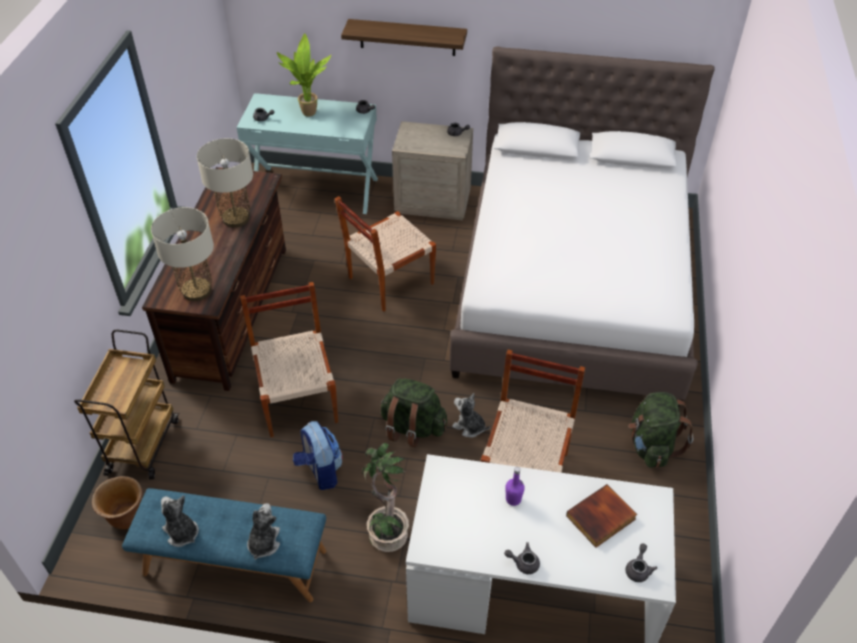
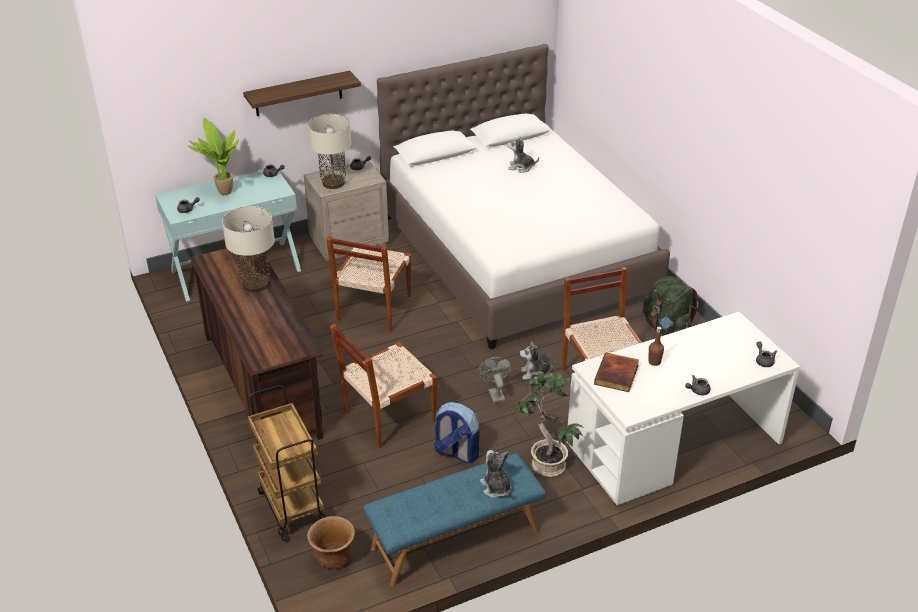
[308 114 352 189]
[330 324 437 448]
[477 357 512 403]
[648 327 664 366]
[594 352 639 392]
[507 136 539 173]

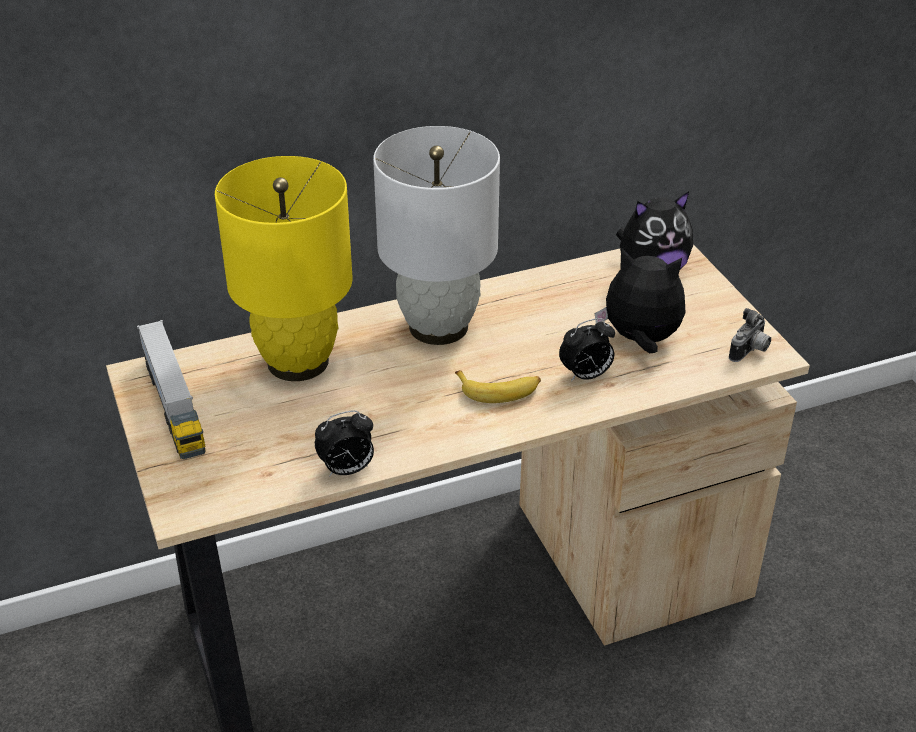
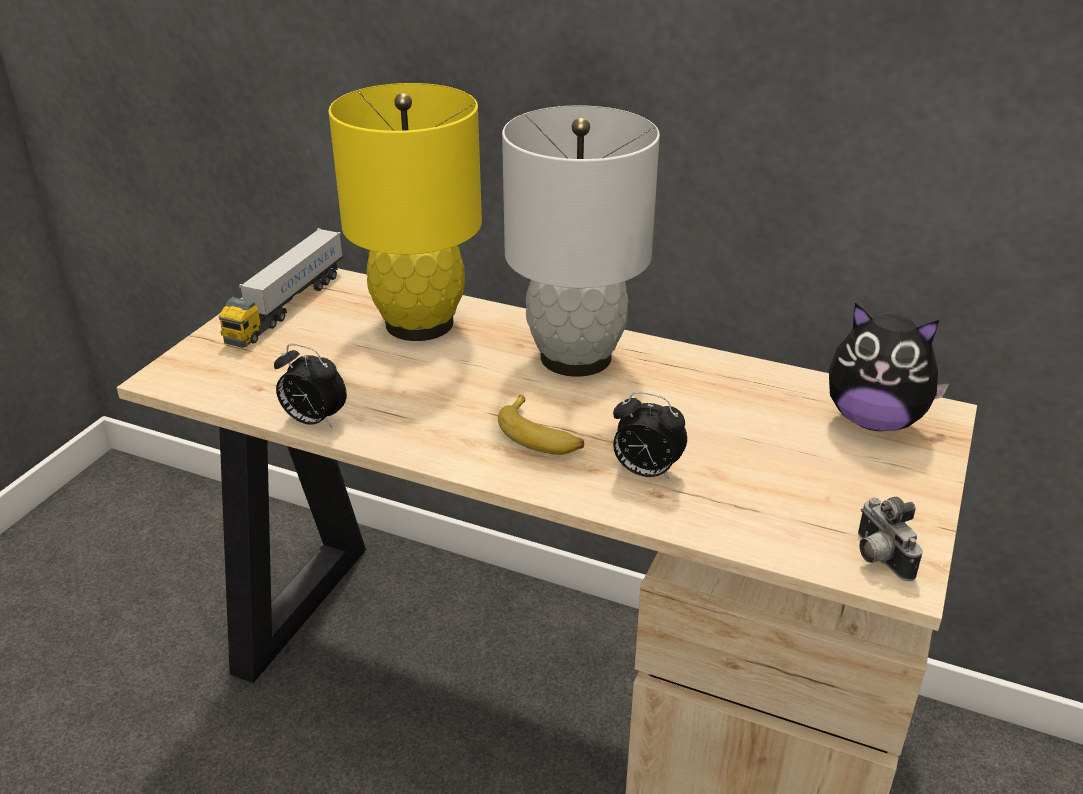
[595 248 686 353] (first image)
[858 497 923 581]

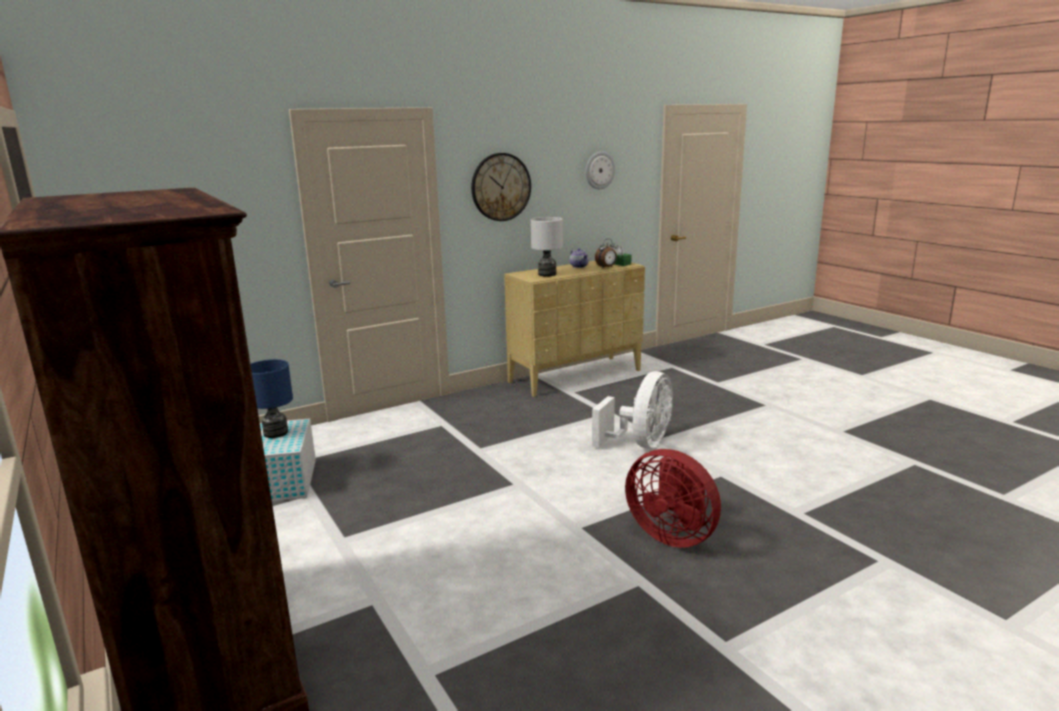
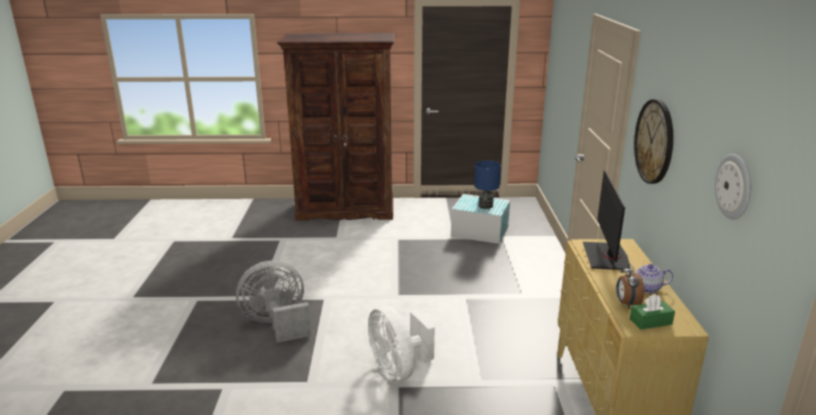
[583 170 631 270]
[236 260 311 343]

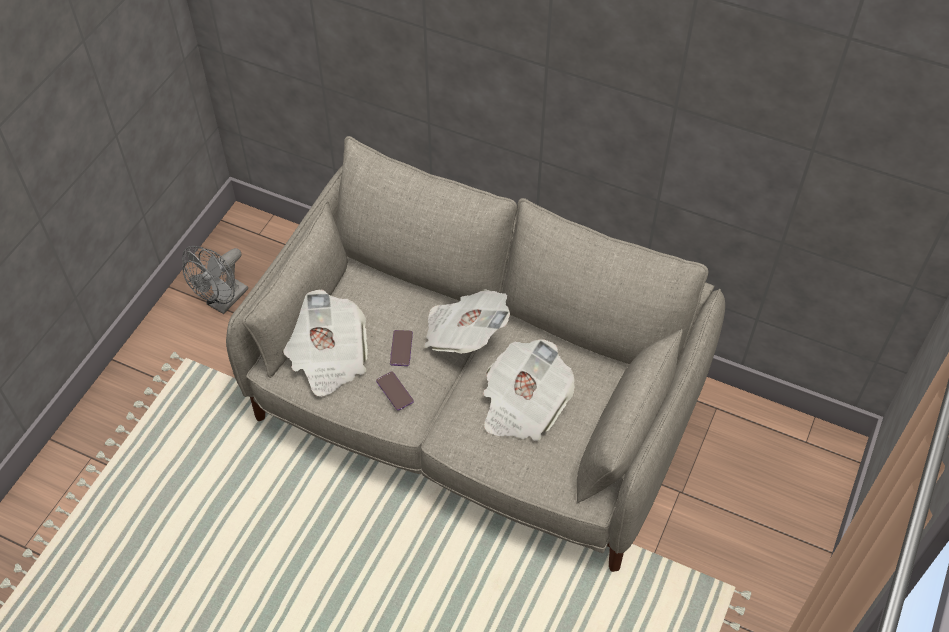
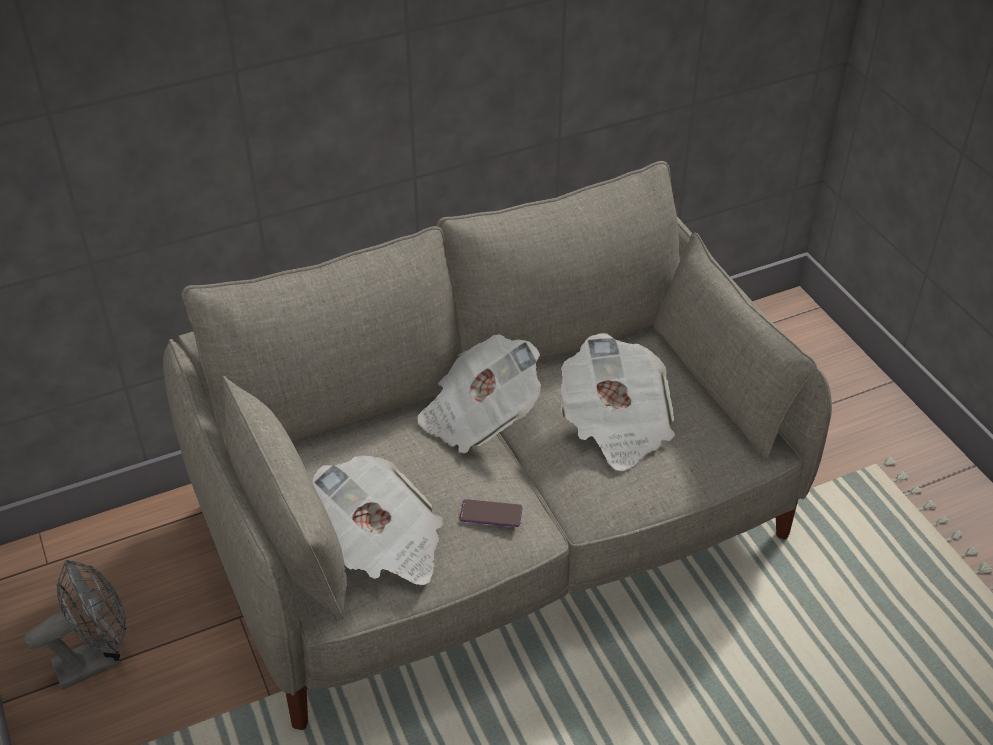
[24 560 127 690]
[390 330 413 366] (first image)

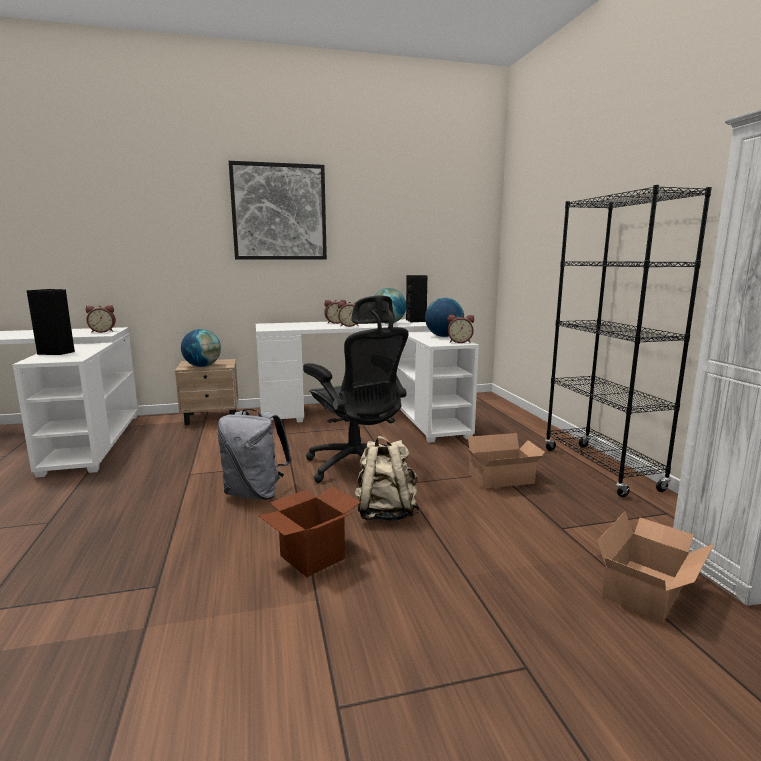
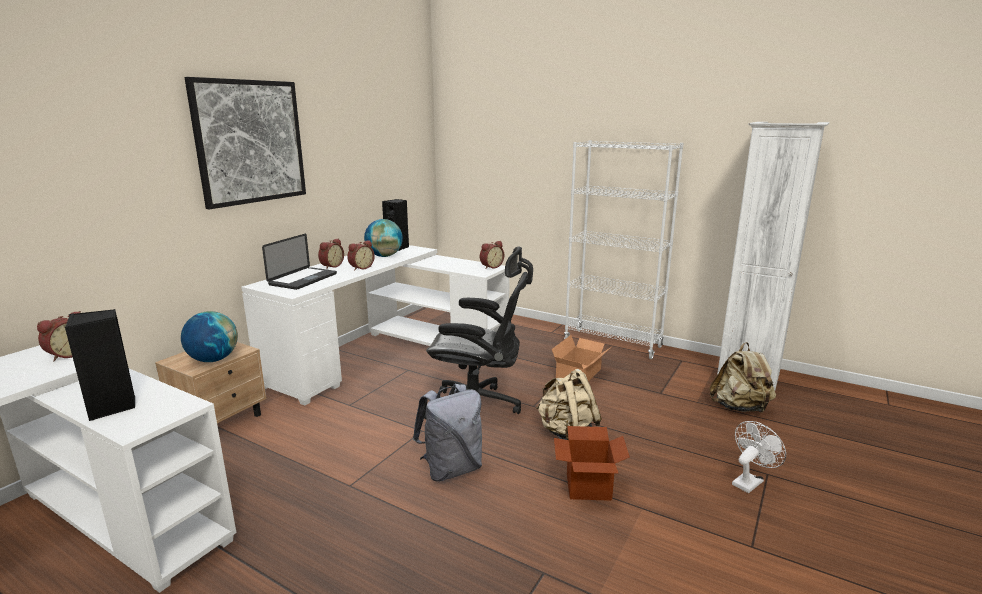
[564 140 684 359]
[425 298 464 337] (first image)
[710 342 776 413]
[262 234 337 290]
[732 421 786 493]

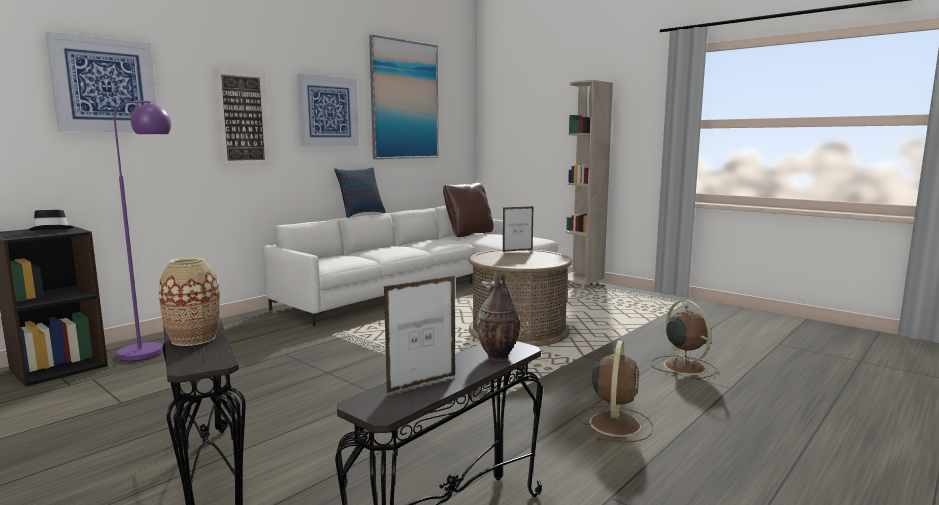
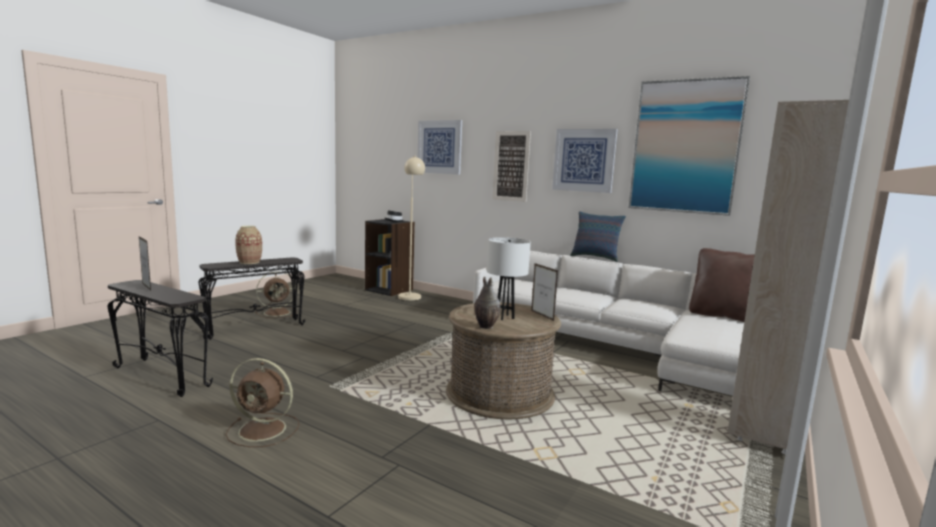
[398 156 425 301]
[474 277 501 329]
[255 271 297 318]
[487 237 531 320]

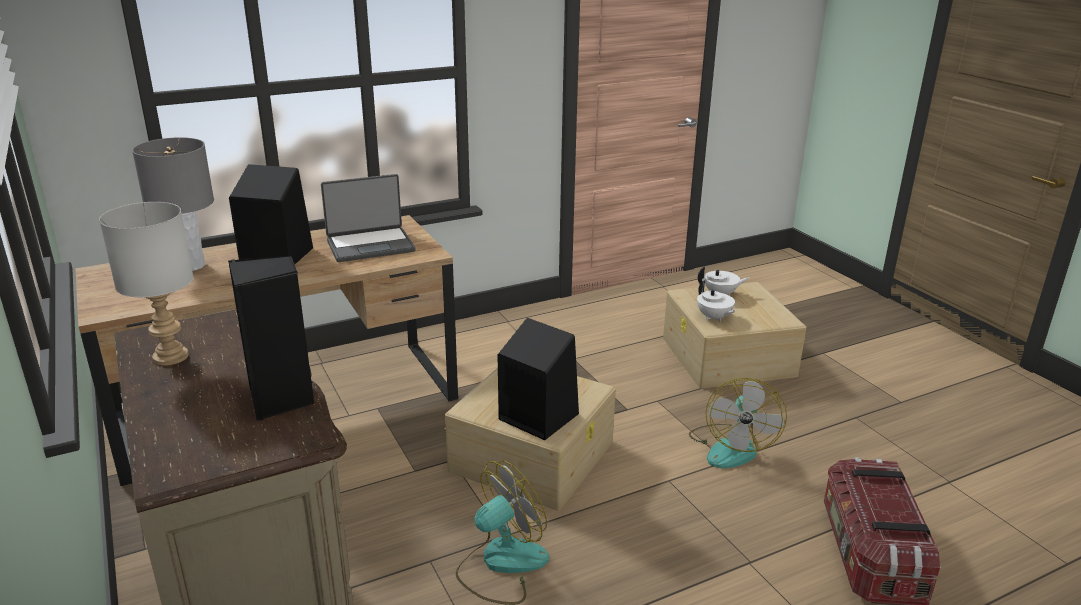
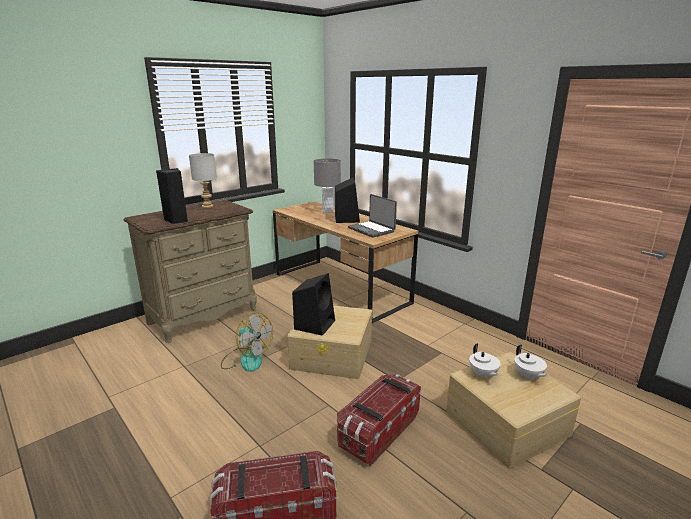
[469 343 501 379]
[337 374 421 466]

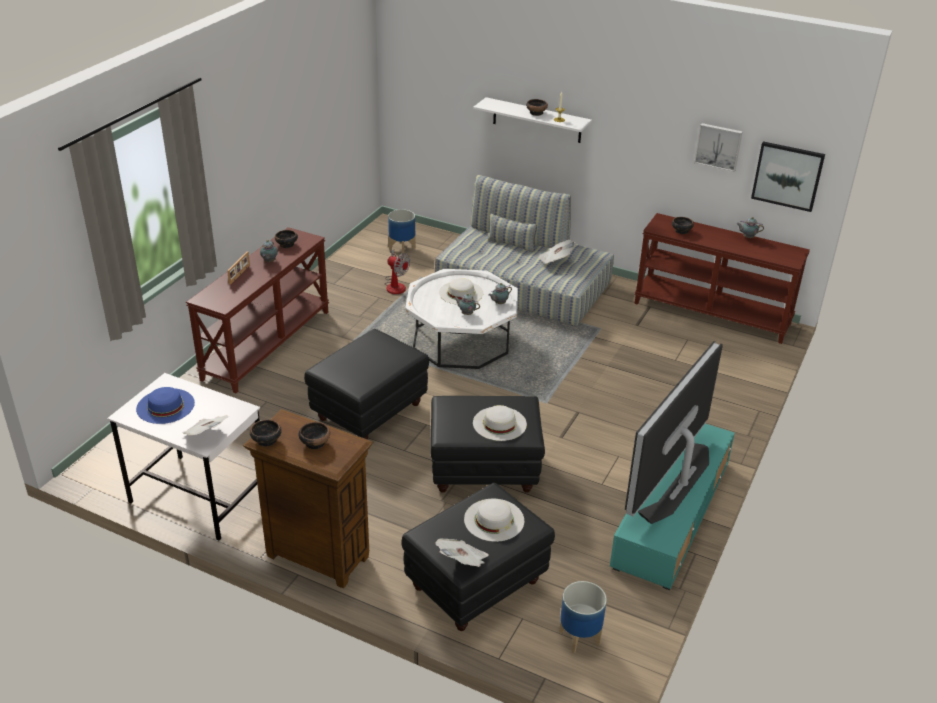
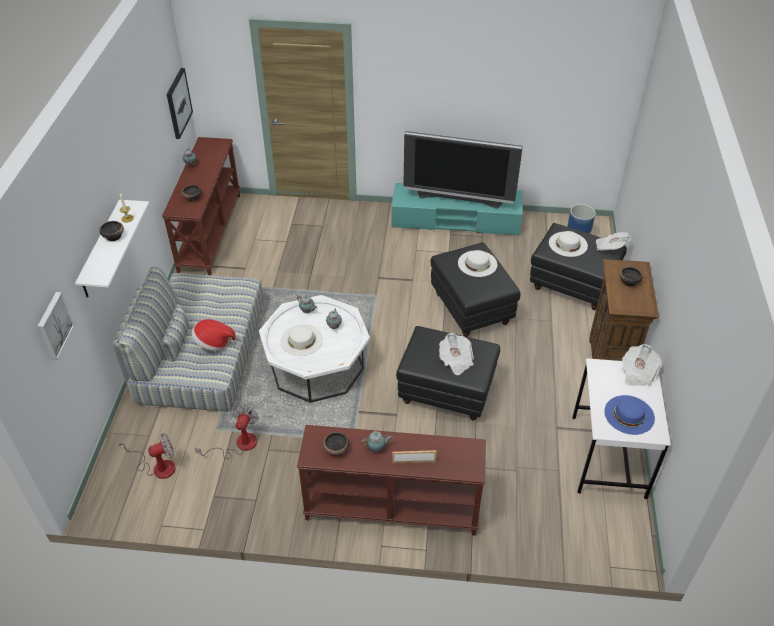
[37 292 74 360]
[117 433 175 479]
[439 333 474 375]
[250 420 282 447] (first image)
[192 319 236 351]

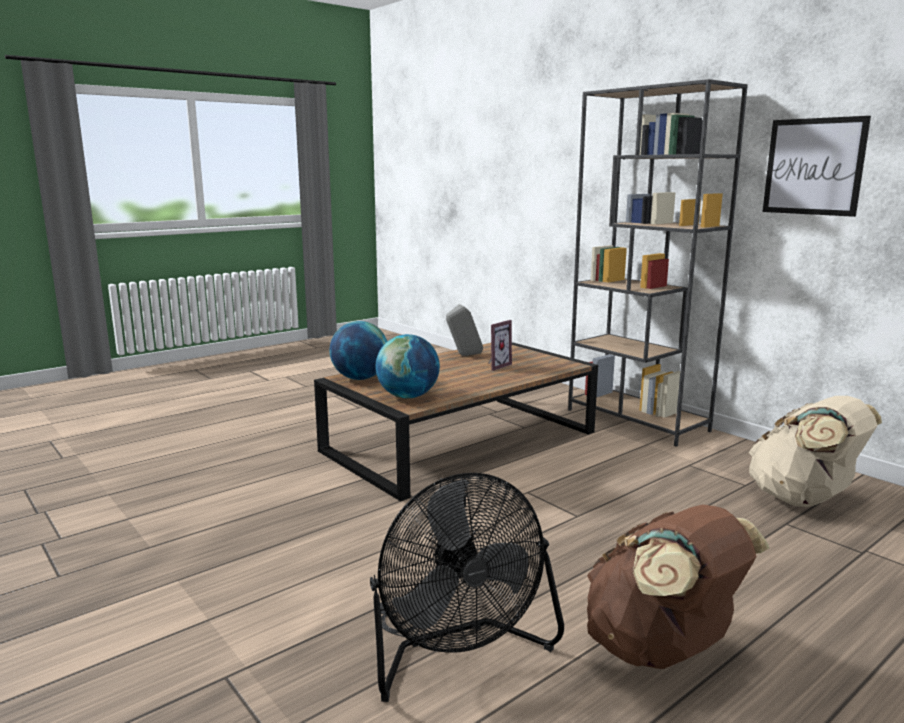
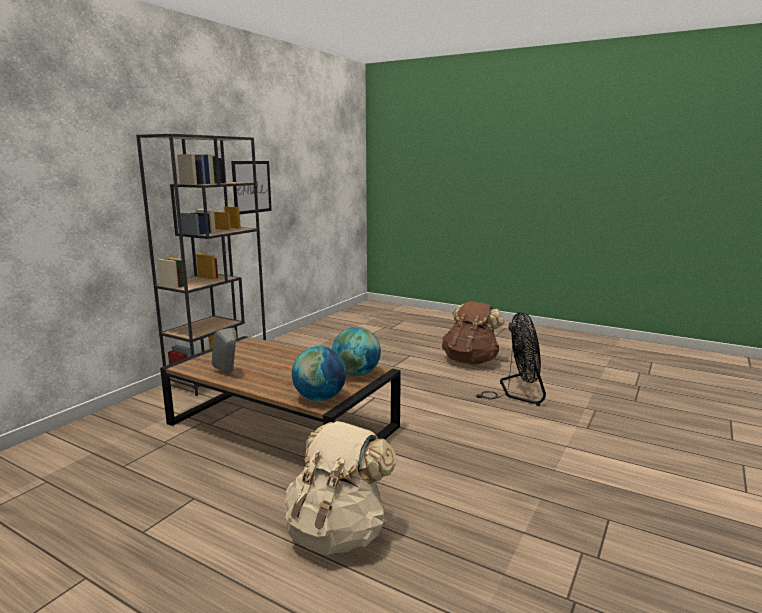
[488 320 512 371] (first image)
[285 421 396 555]
[476 312 546 406]

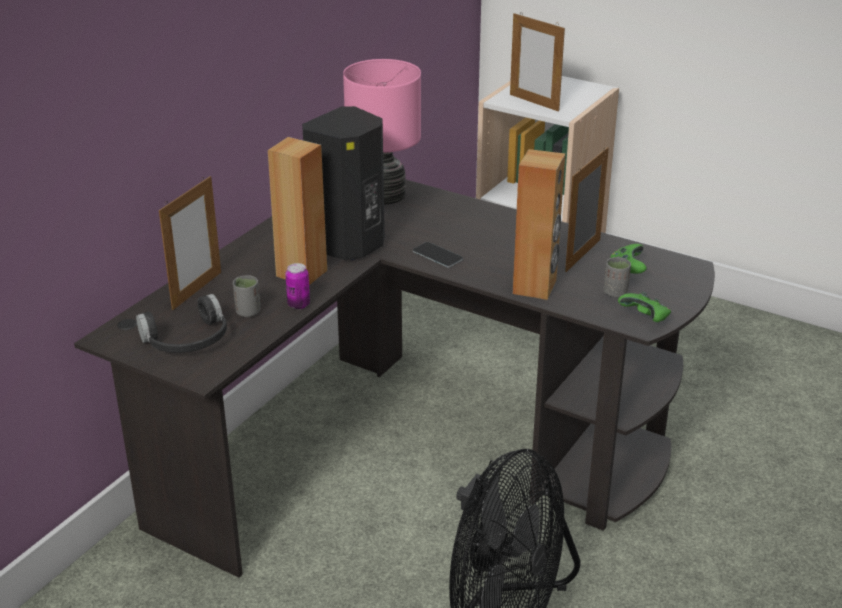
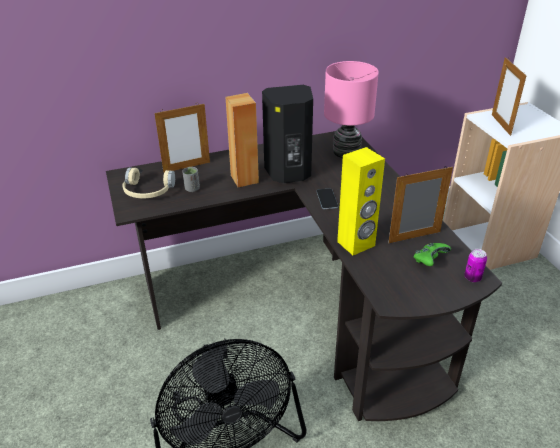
[337 147 385 255]
[603 257 631 298] (first image)
[464 249 487 282]
[618 292 671 322] (first image)
[122 167 175 198]

